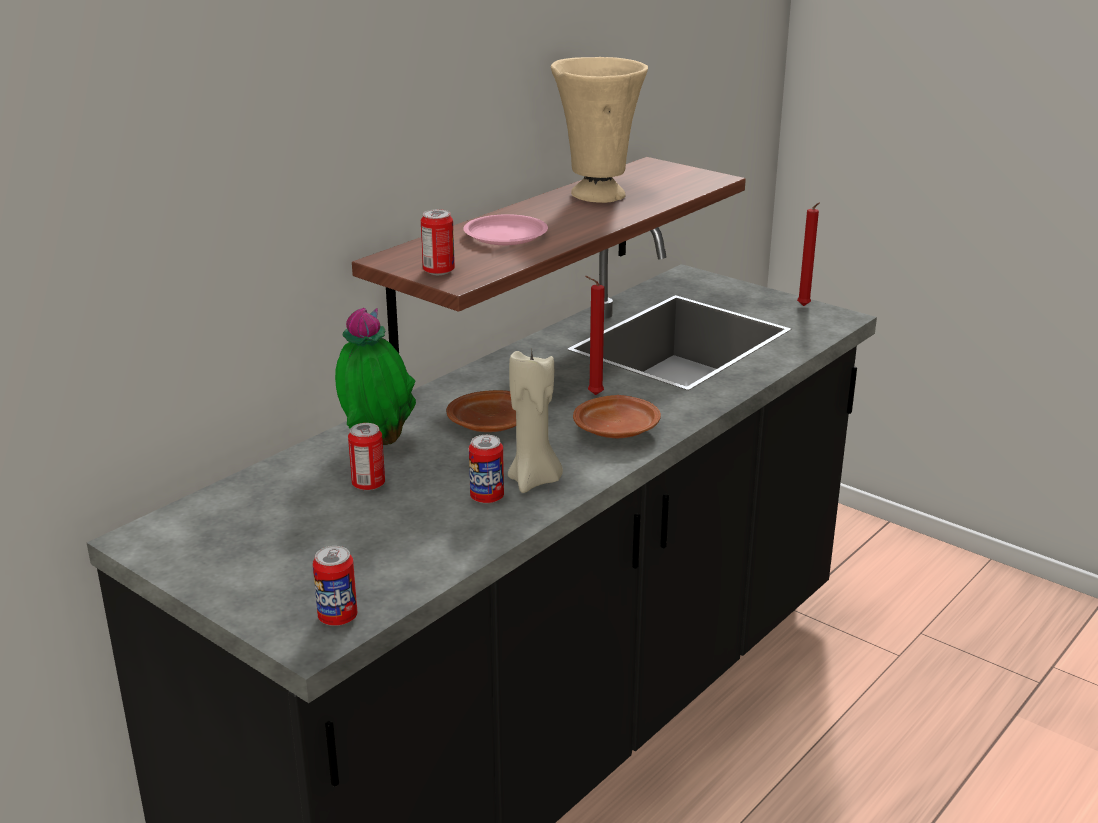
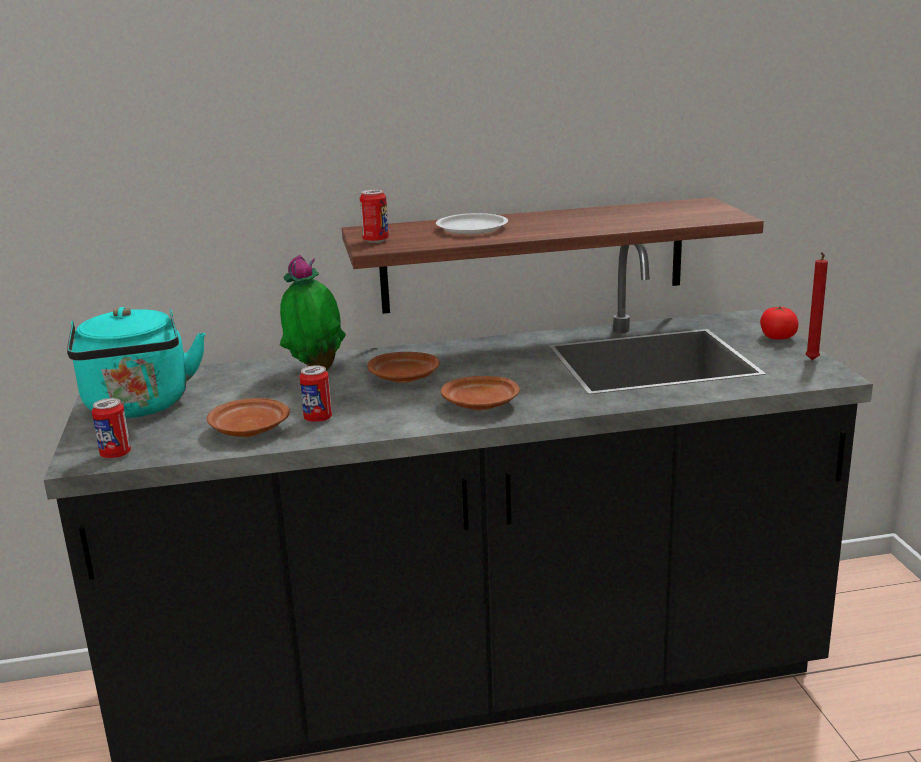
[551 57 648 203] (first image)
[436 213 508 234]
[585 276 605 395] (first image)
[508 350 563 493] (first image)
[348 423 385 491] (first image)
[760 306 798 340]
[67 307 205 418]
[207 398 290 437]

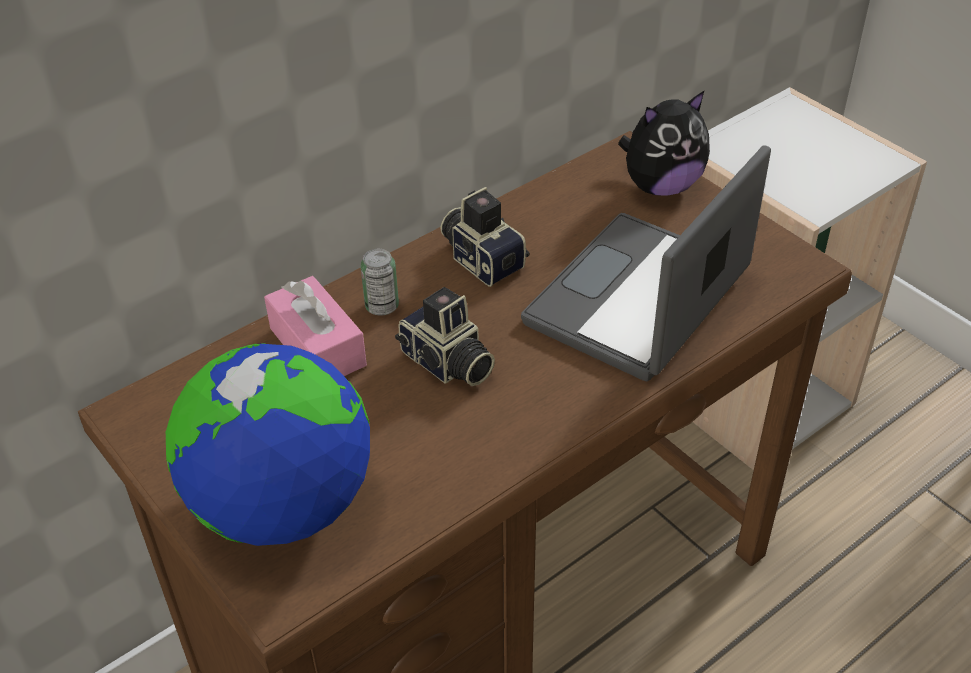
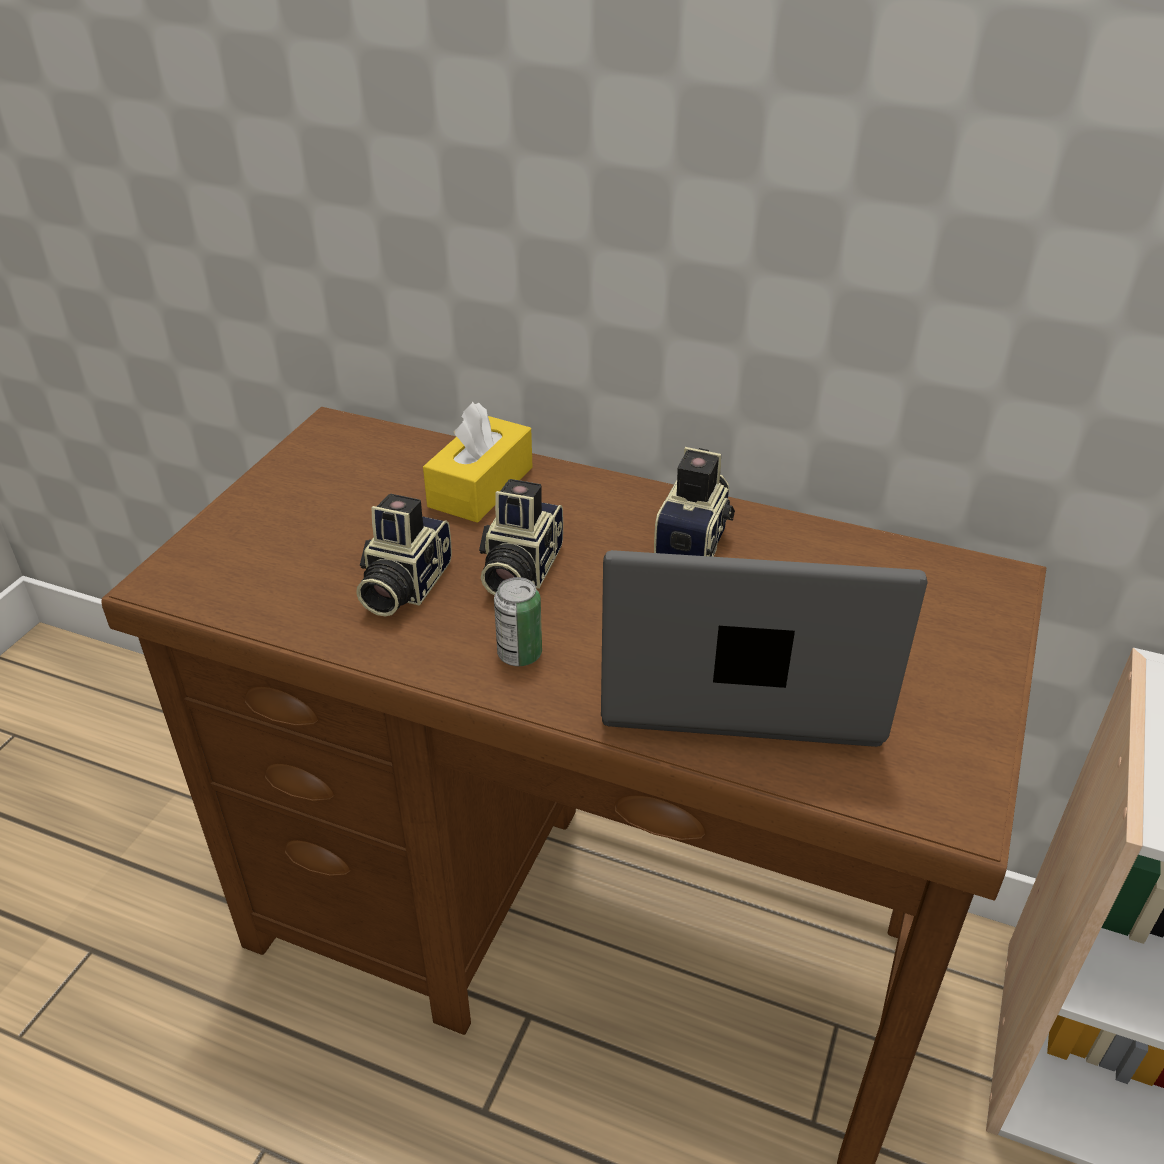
[618 91 710 196] (first image)
[494 577 542 666]
[423 402 532 523]
[166 343 370 546] (first image)
[356 493 452 616]

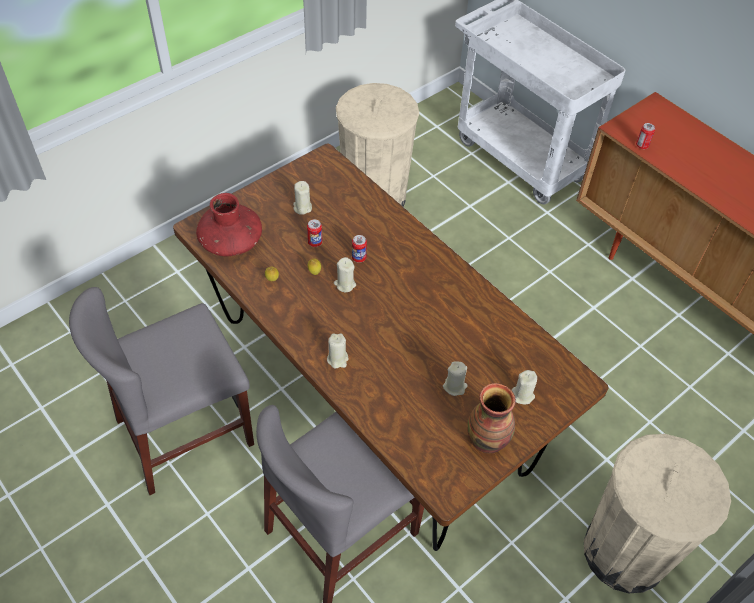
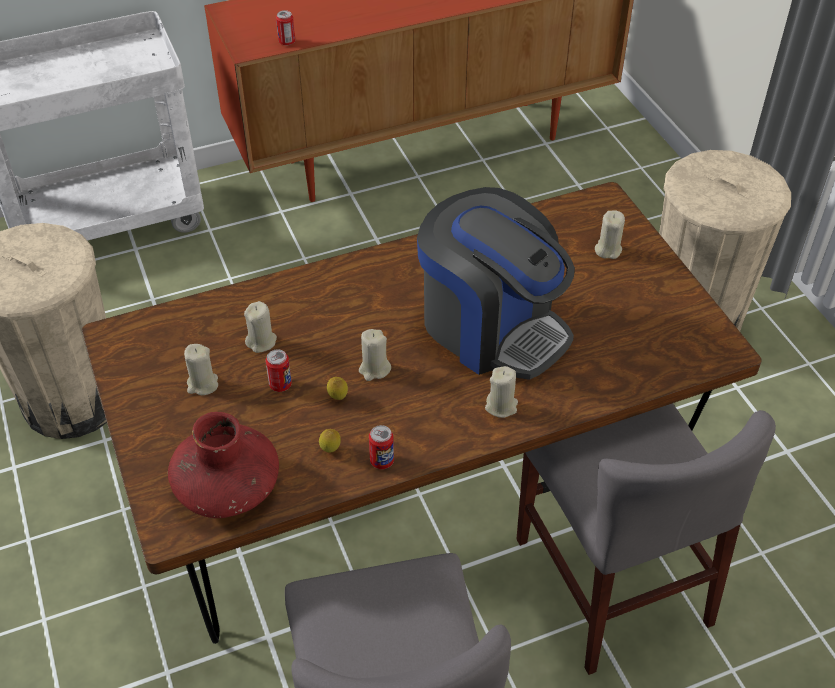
[369 425 394 469]
[244 301 277 353]
[467 383 516 453] (first image)
[417 187 575 380]

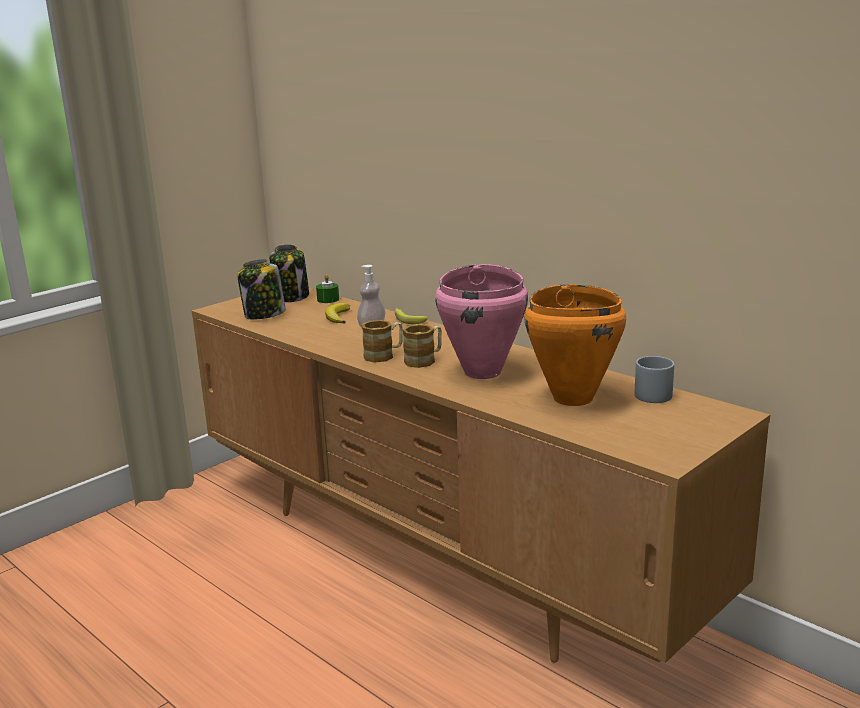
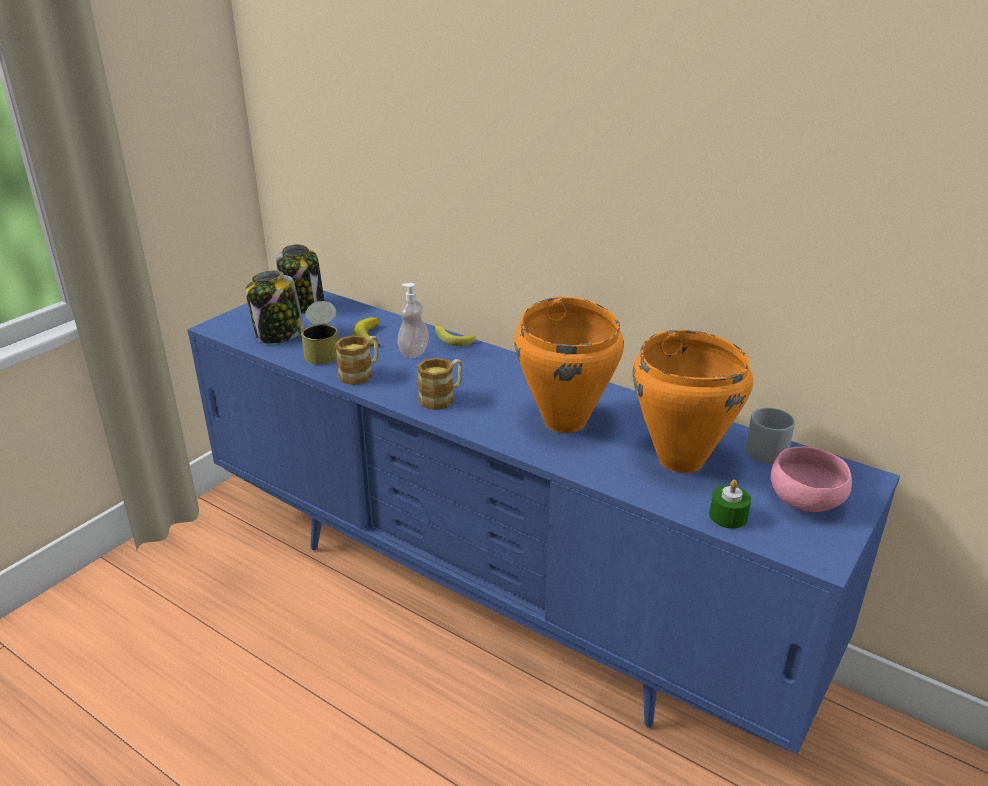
[514 297 624 433]
[709 480 751 529]
[187 290 900 755]
[335 335 378 385]
[301 301 338 365]
[771 446 852 512]

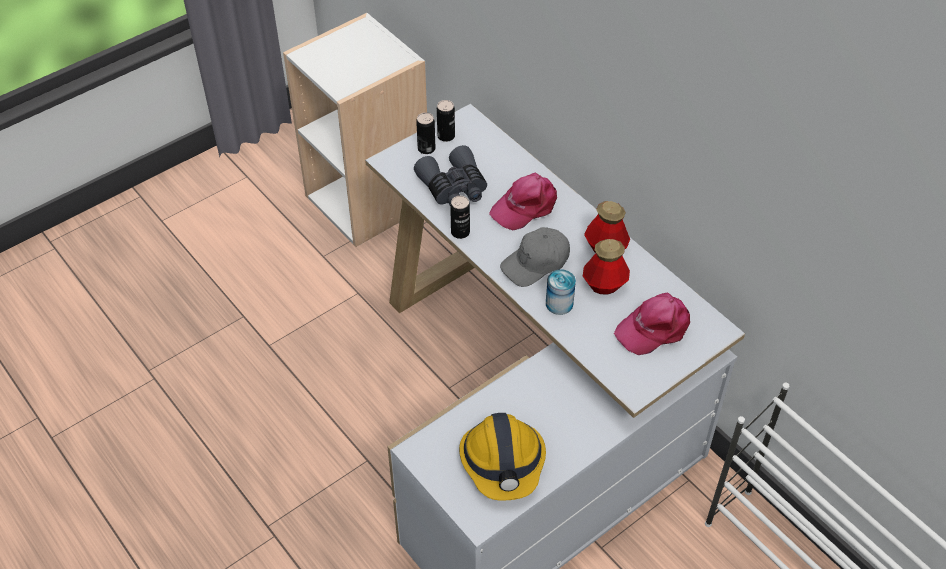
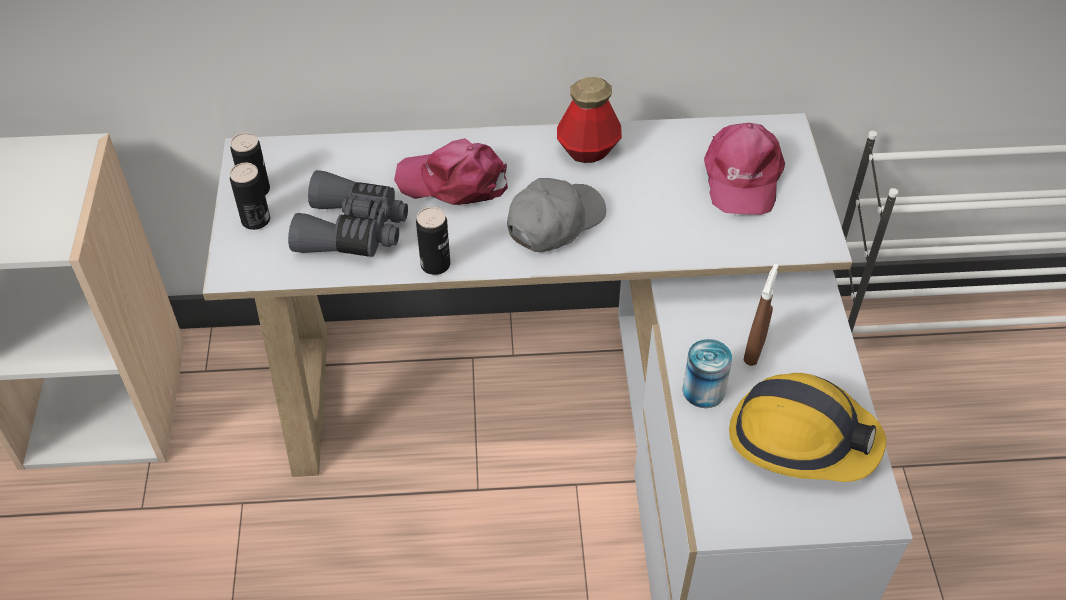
[394 138 508 205]
[507 178 606 252]
[583 239 630 295] (first image)
[683 339 732 408]
[743 264 779 366]

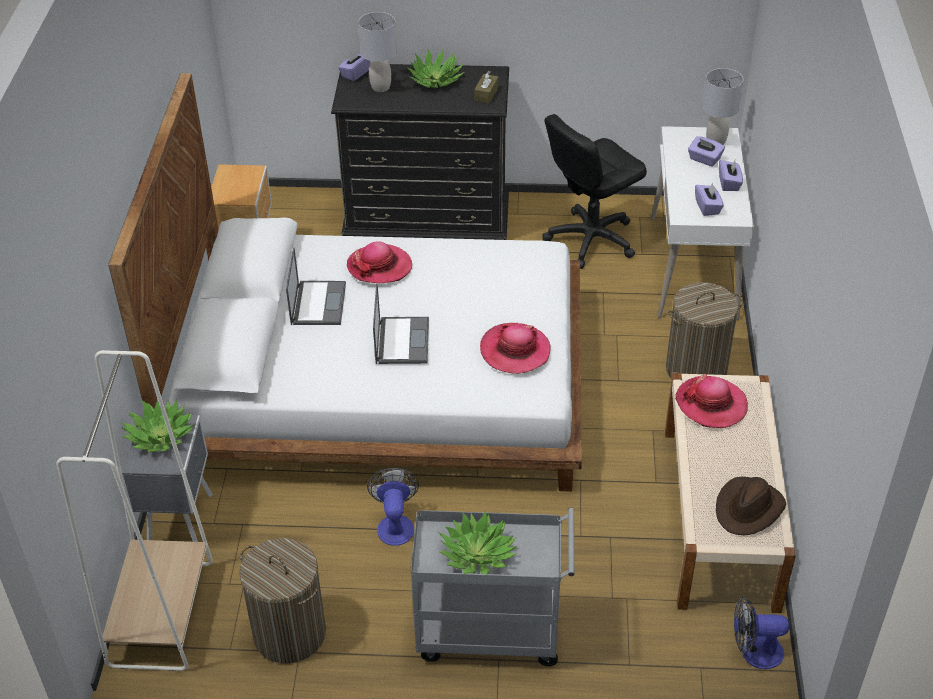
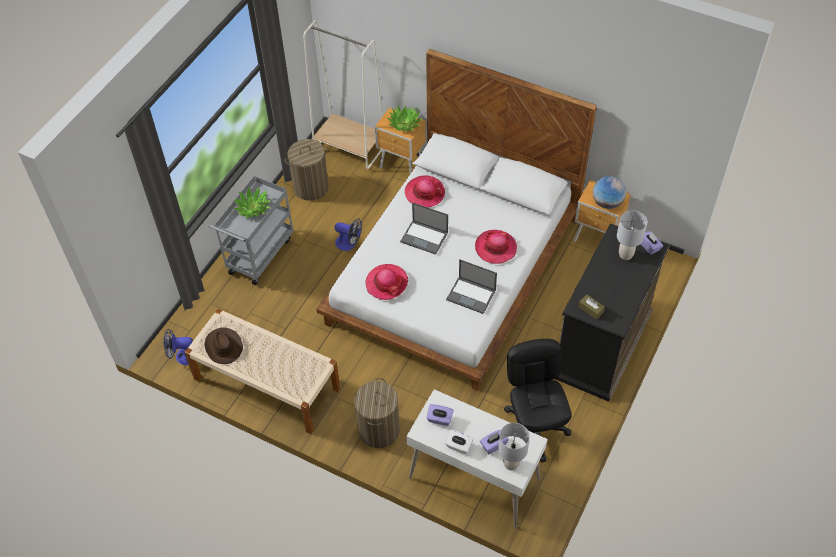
[407 48 464 88] (first image)
[445 430 473 454]
[446 259 497 314]
[405 175 445 208]
[375 107 426 173]
[164 329 198 365]
[593 176 626 209]

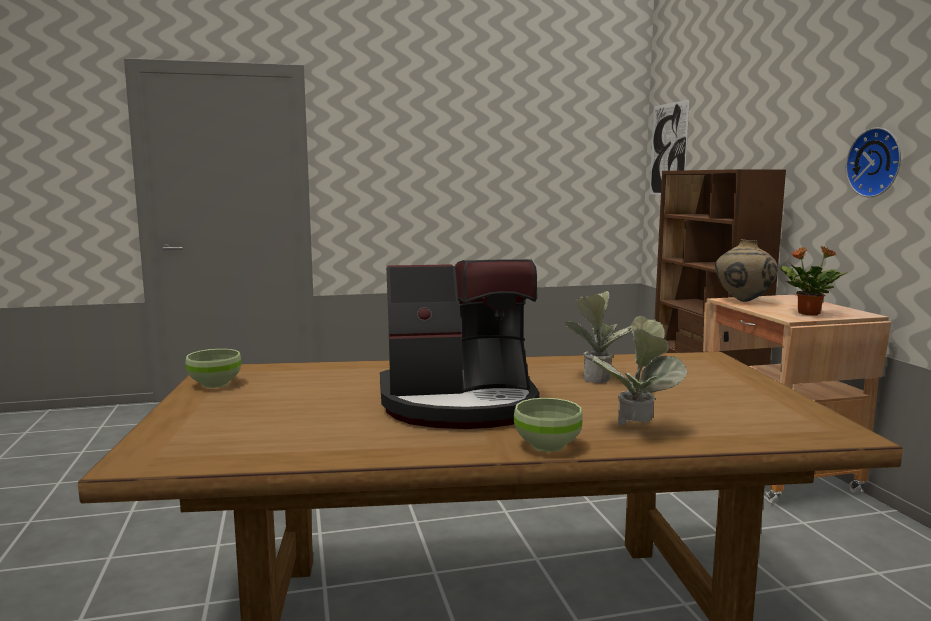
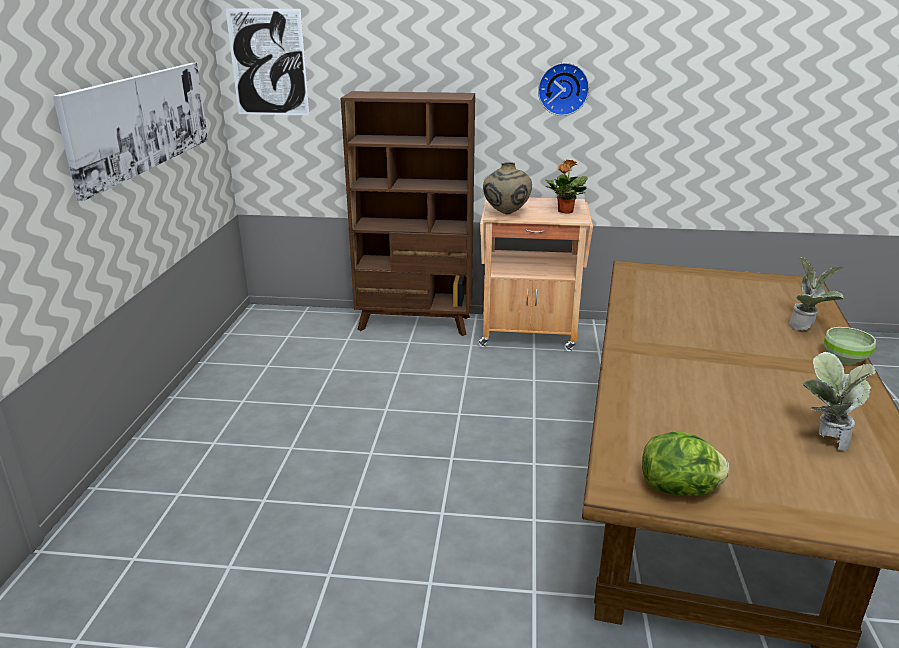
[380 259 539 429] (first image)
[802 352 876 451]
[642 432 729 496]
[53 63 208 201]

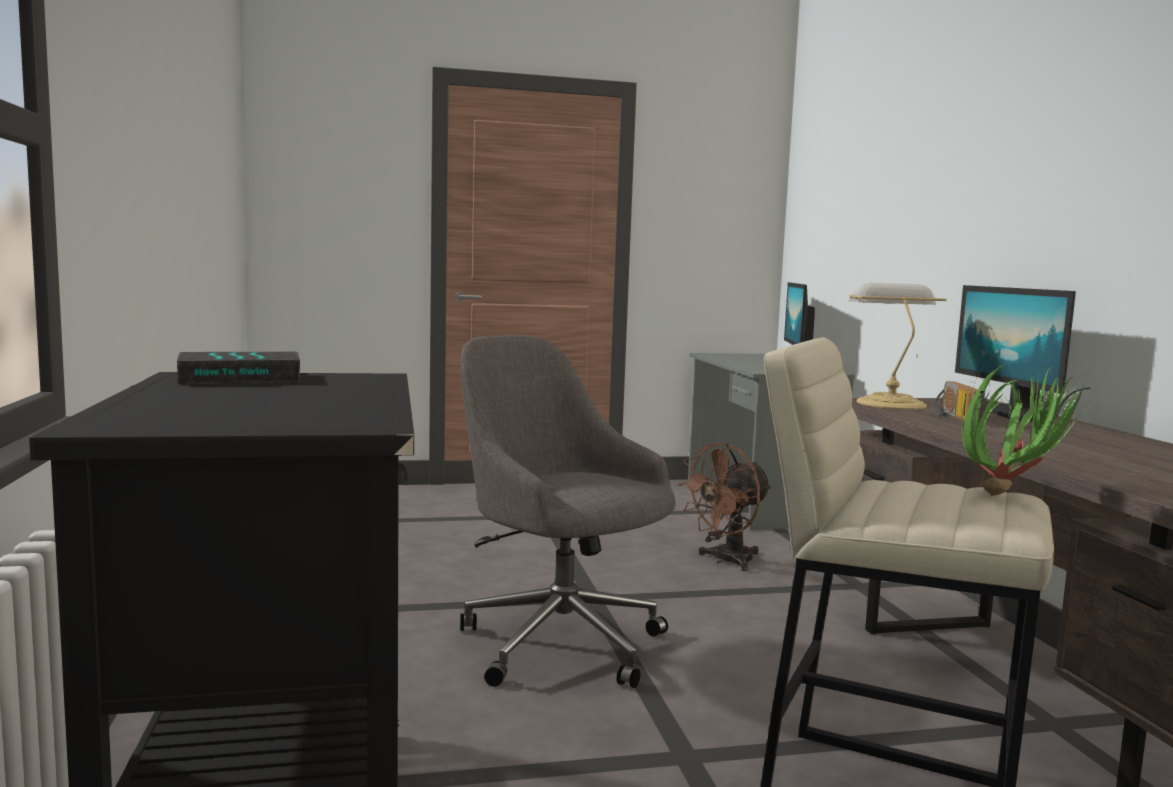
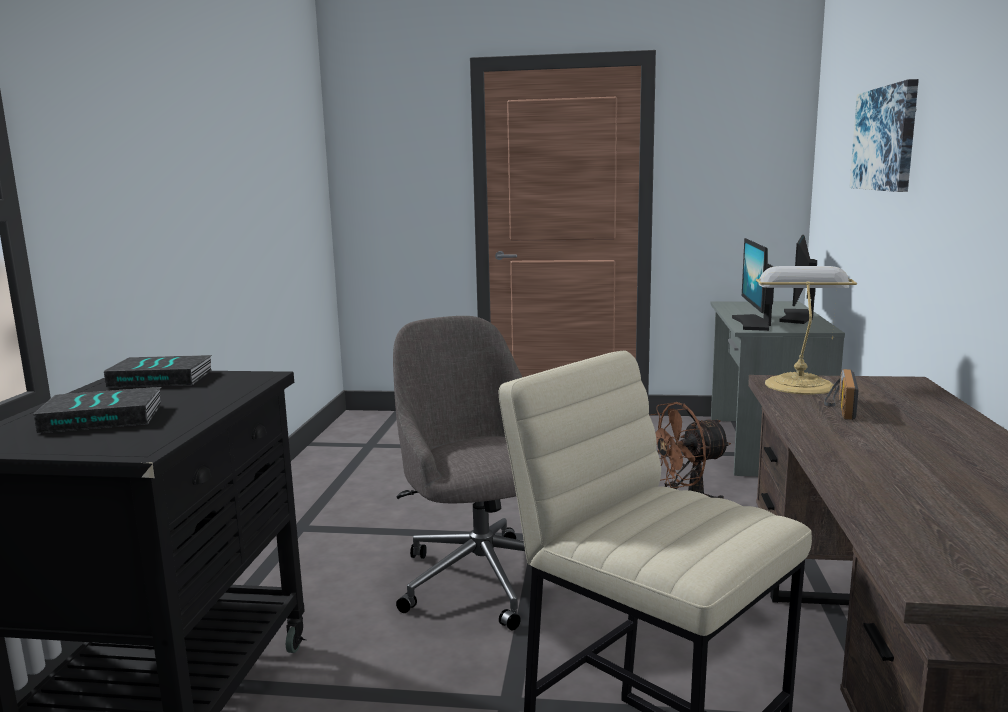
[732 238 774 331]
[961 363 1094 496] (first image)
[849 79 919 192]
[33 387 161 433]

